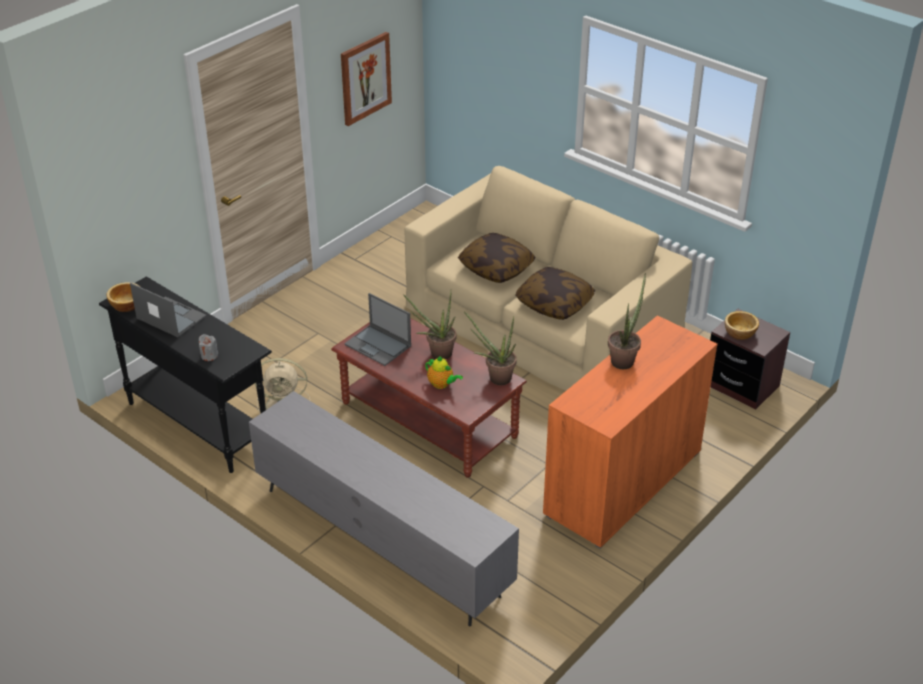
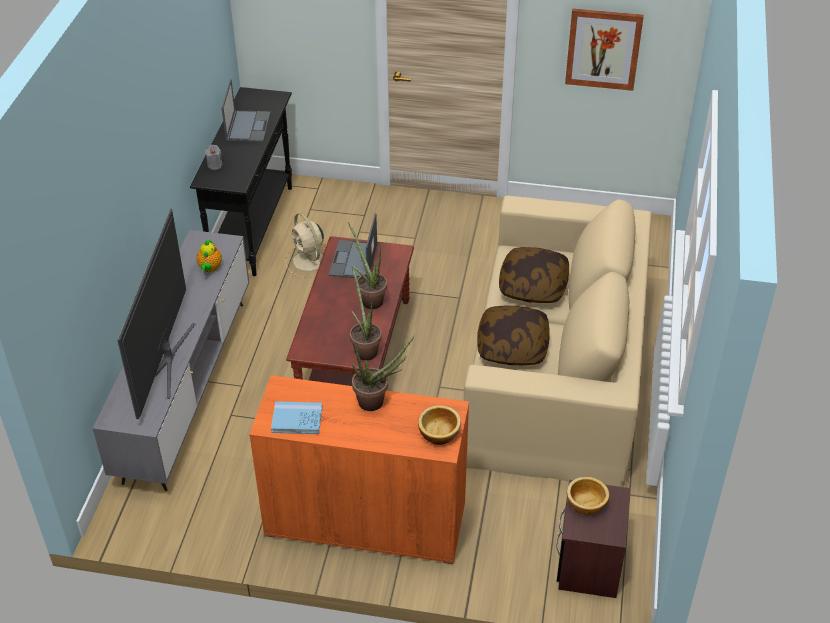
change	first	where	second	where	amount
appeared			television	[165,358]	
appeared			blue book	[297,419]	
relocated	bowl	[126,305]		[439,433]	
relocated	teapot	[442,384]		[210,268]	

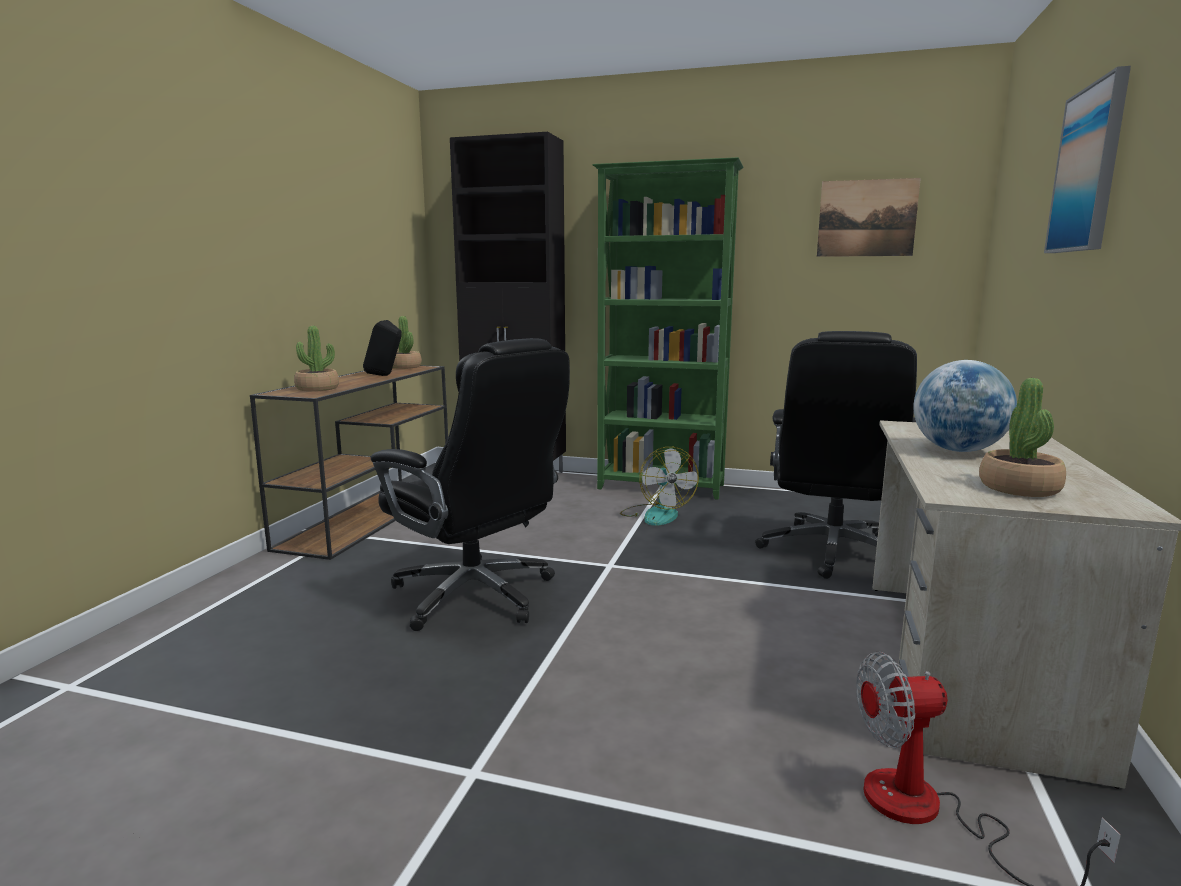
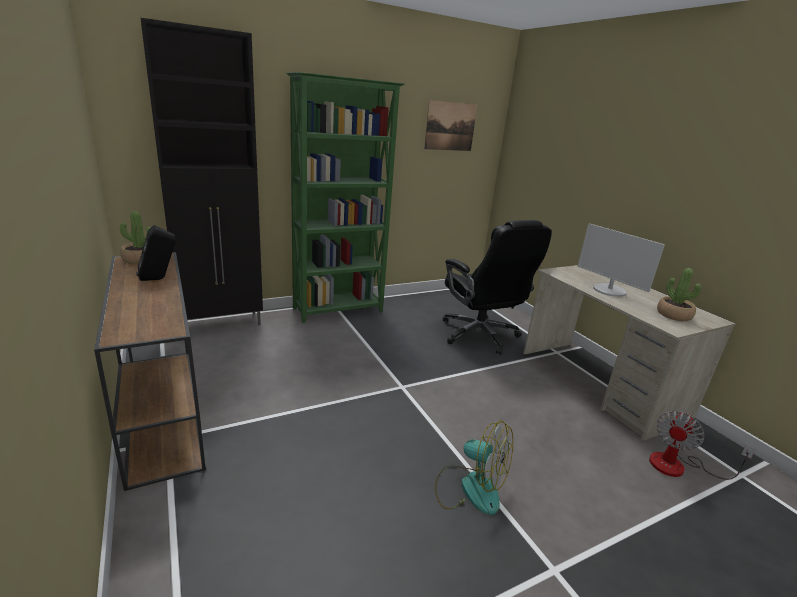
change	first	where	second	where	amount
missing	potted plant	[317,389]			
missing	black office chair	[476,595]			
missing	picture	[1088,169]			
relocated	fan	[656,514]		[470,488]	
exchanged	globe	[958,450]	monitor	[609,290]	

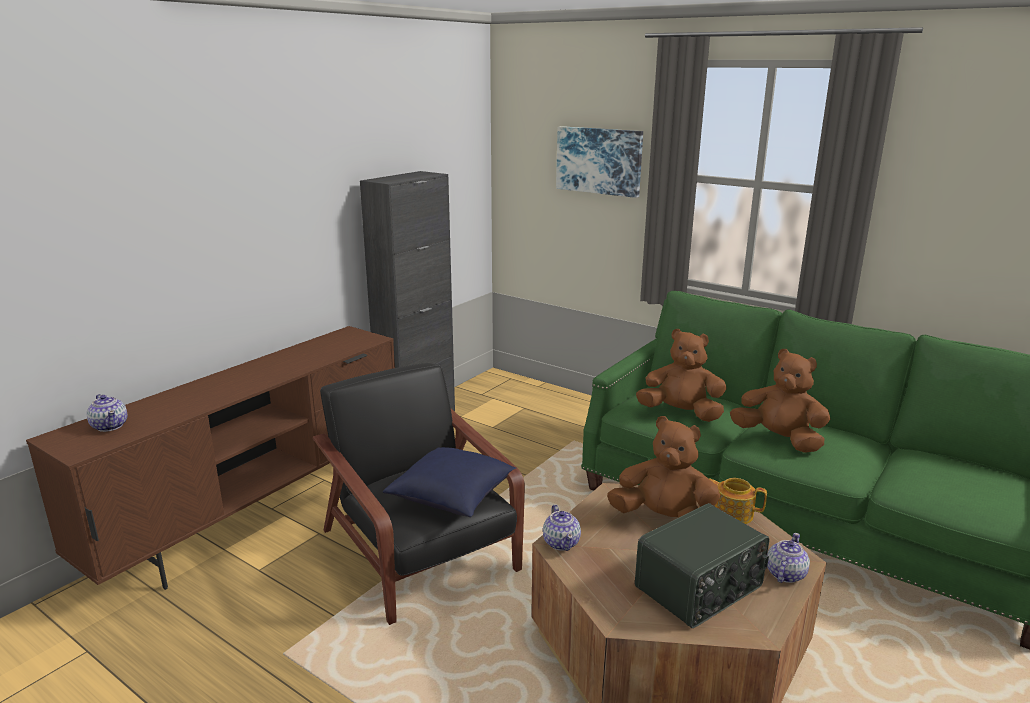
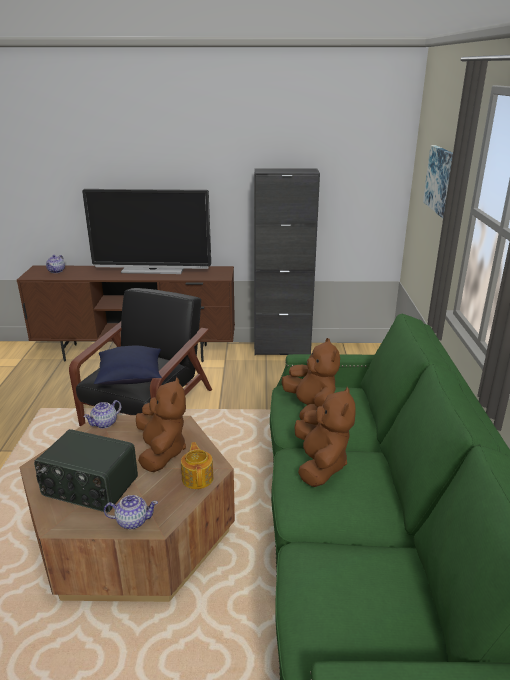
change	first	where	second	where	amount
appeared			television	[153,270]	

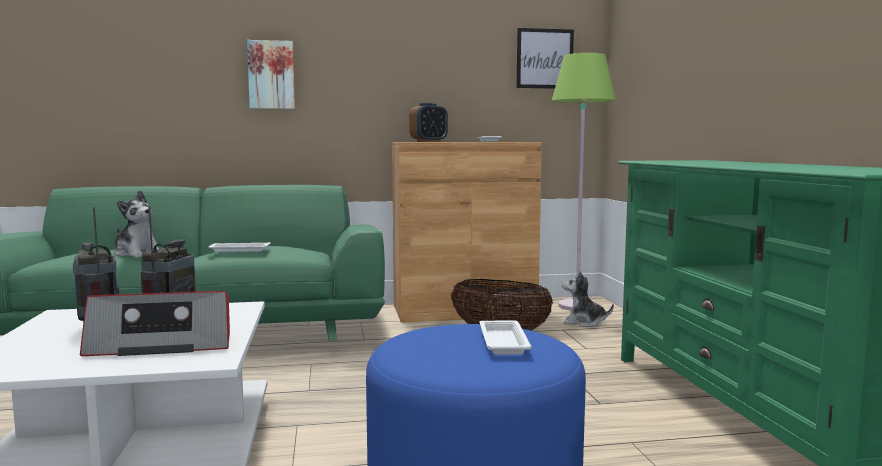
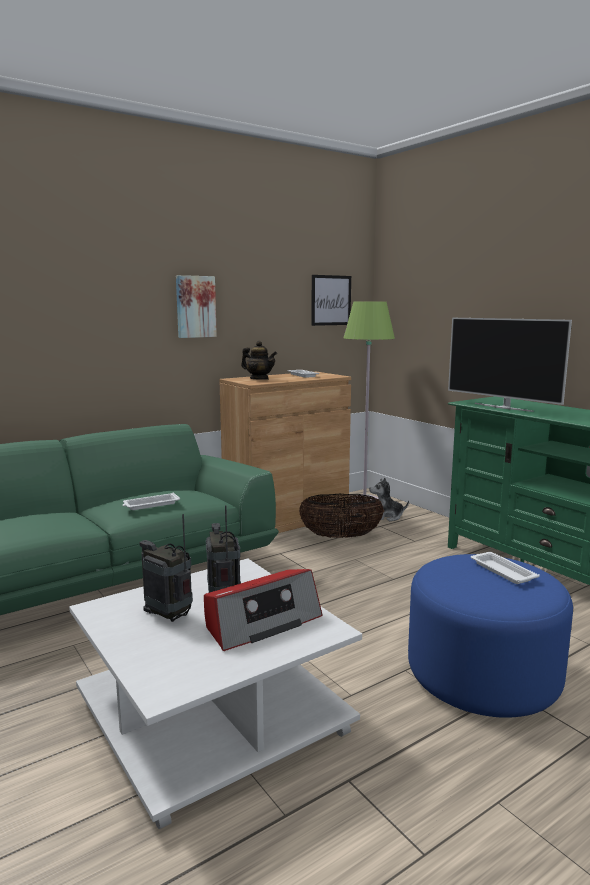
change	first	where	second	where	amount
missing	plush toy	[137,254]			
appeared			television	[503,407]	
relocated	picture	[271,75]		[195,306]	
exchanged	alarm clock	[428,141]	teapot	[259,379]	

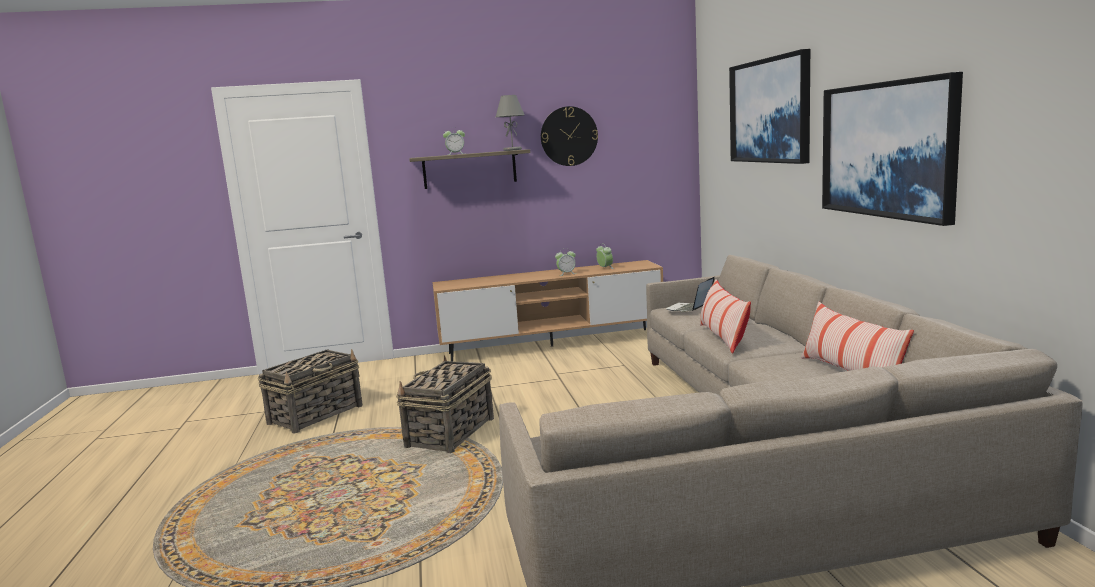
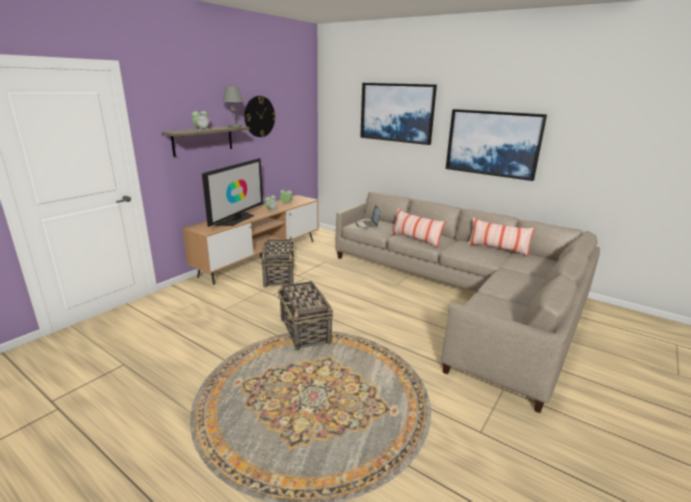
change	first	where	second	where	amount
appeared			television	[237,219]	
relocated	basket	[317,414]		[279,276]	

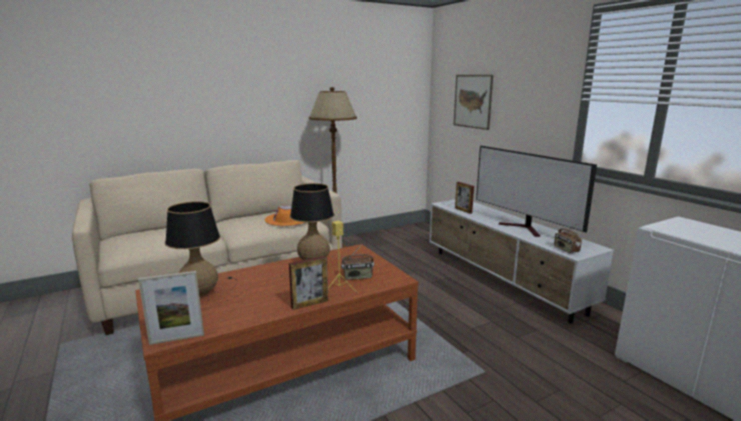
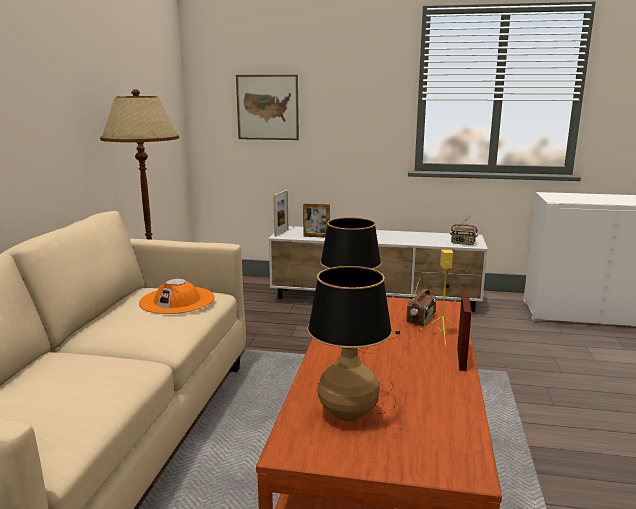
change	first	where	second	where	amount
missing	television	[524,228]			
relocated	picture frame	[177,339]		[281,233]	

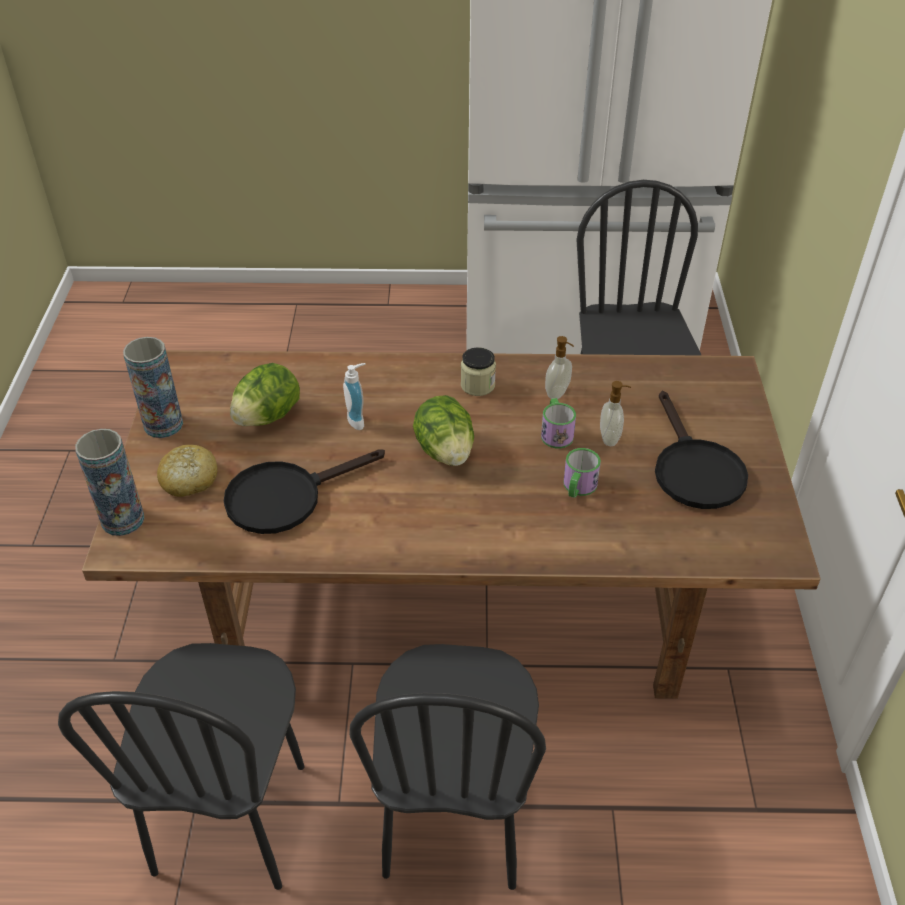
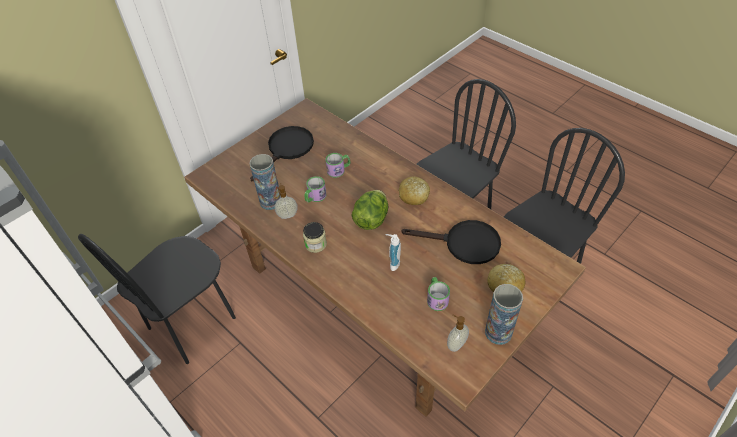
change	first	where	second	where	amount
appeared			bread	[414,195]	
relocated	vase	[123,520]		[270,201]	
relocated	soap dispenser	[610,438]		[456,344]	
exchanged	lettuce	[267,416]	mug	[436,298]	

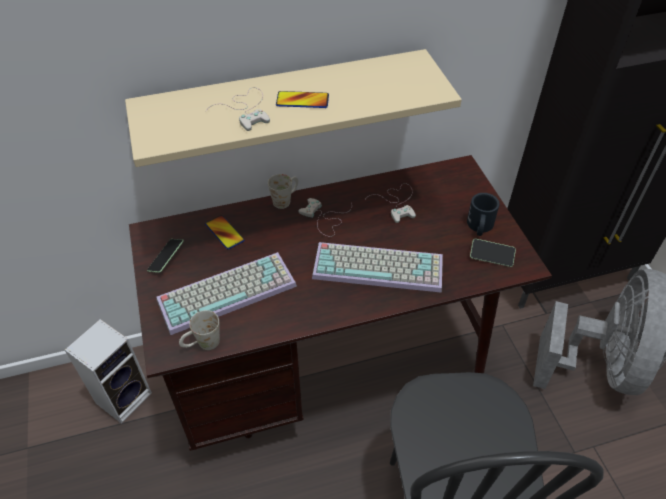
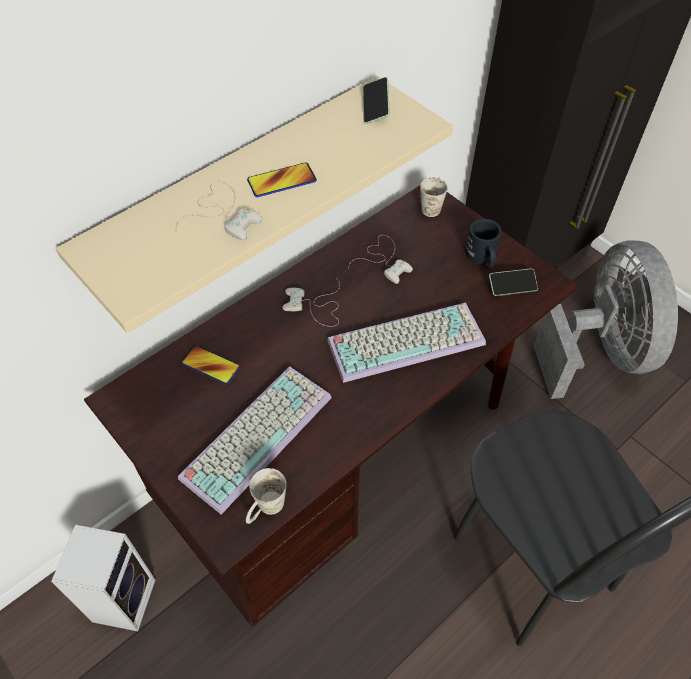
change	first	where	second	where	amount
relocated	phone	[166,259]		[375,107]	
relocated	white mug	[285,199]		[432,206]	

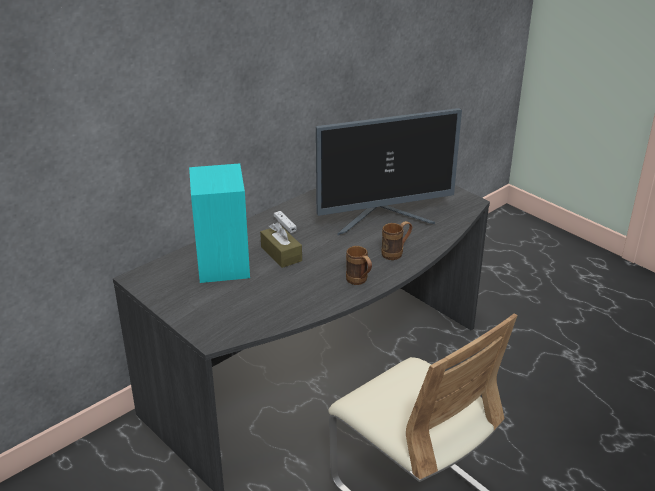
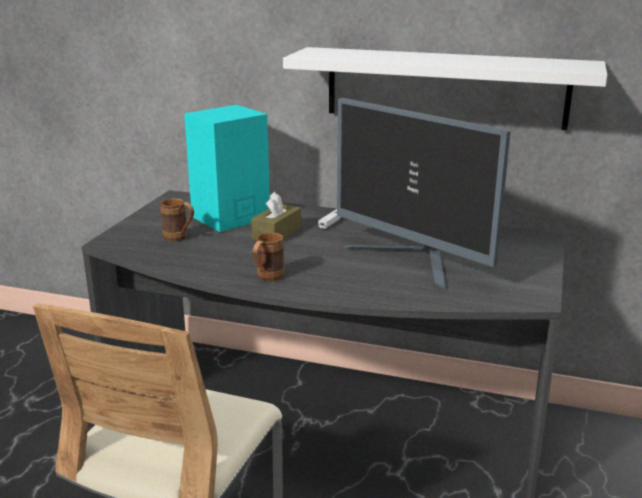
change	first	where	second	where	amount
appeared			white shelf	[445,87]	
relocated	brown mug	[396,253]		[180,238]	

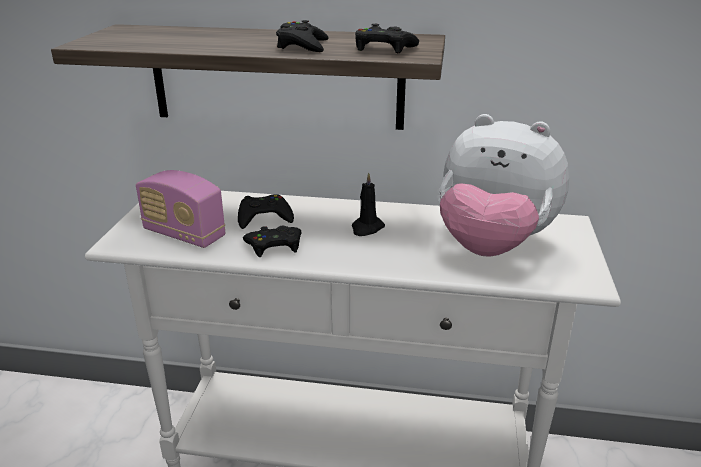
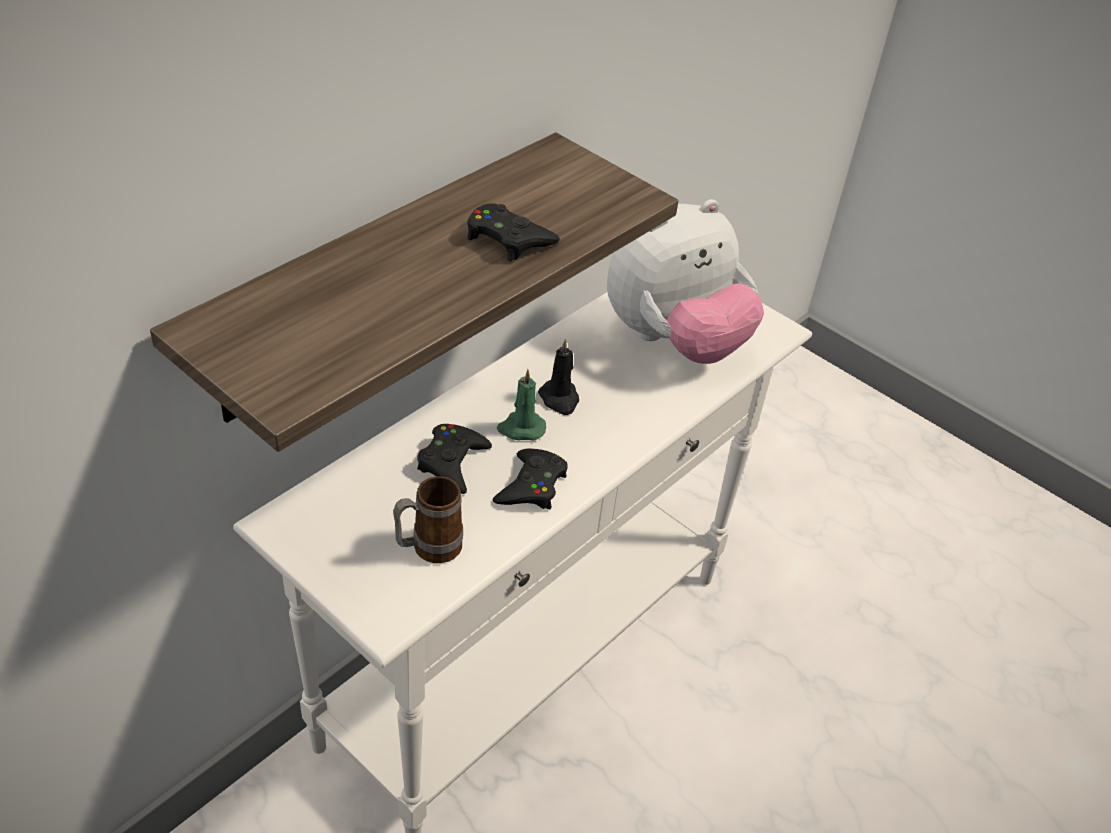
change	first	where	second	where	amount
missing	black game controller	[383,48]			
appeared			green candle	[521,428]	
exchanged	radio	[184,234]	mug	[428,549]	

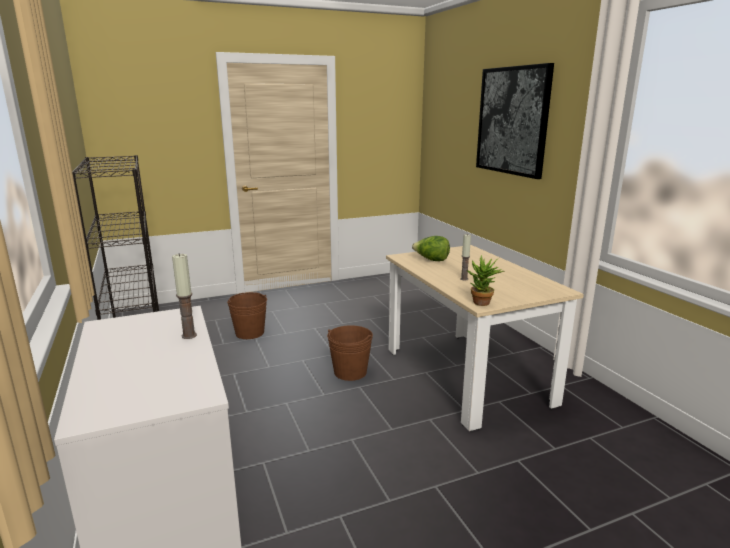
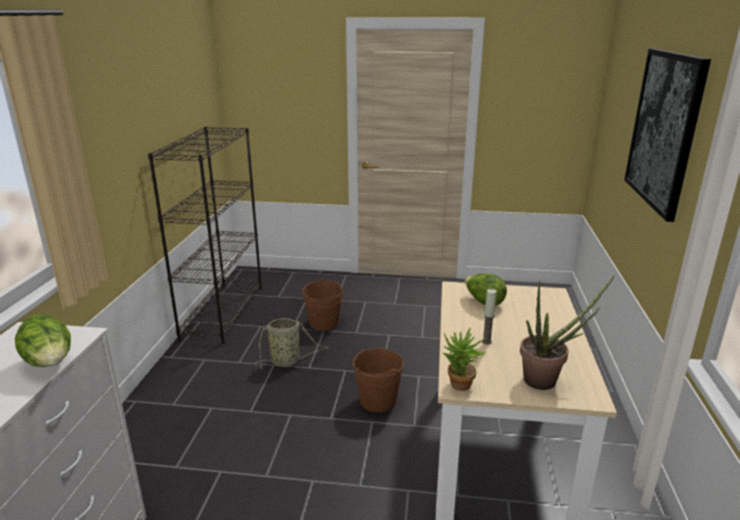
change	first	where	second	where	amount
appeared			basket	[287,361]	
appeared			potted plant	[547,380]	
exchanged	candle	[189,335]	lettuce	[51,363]	

